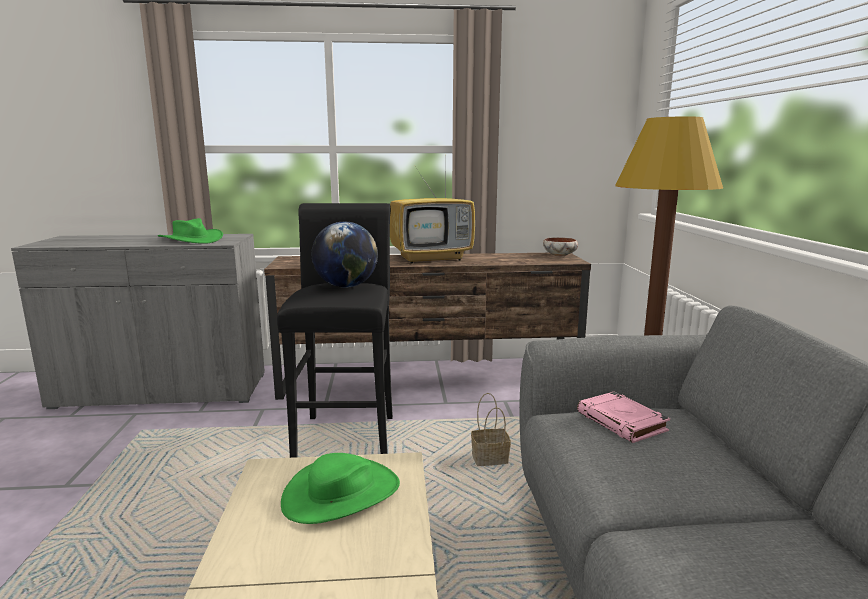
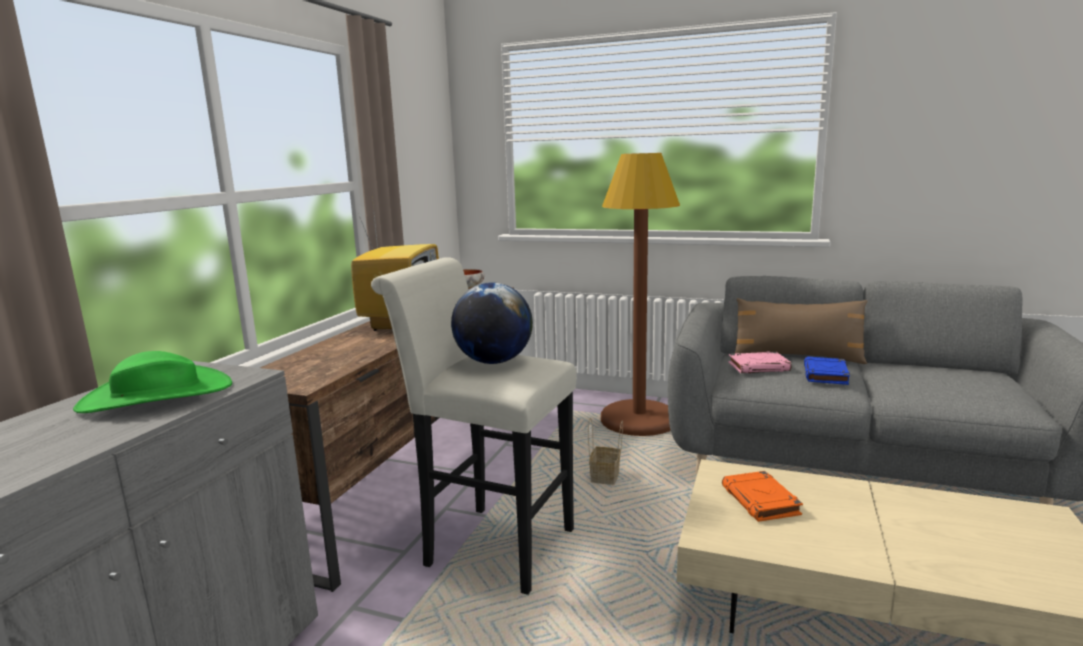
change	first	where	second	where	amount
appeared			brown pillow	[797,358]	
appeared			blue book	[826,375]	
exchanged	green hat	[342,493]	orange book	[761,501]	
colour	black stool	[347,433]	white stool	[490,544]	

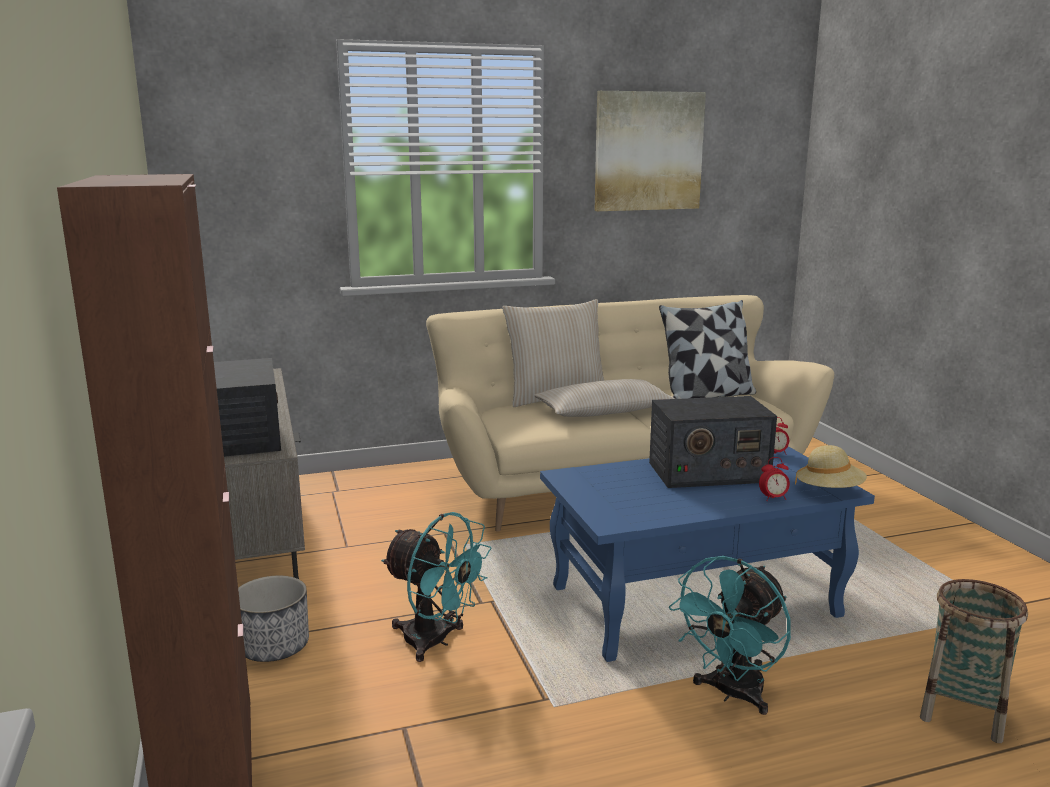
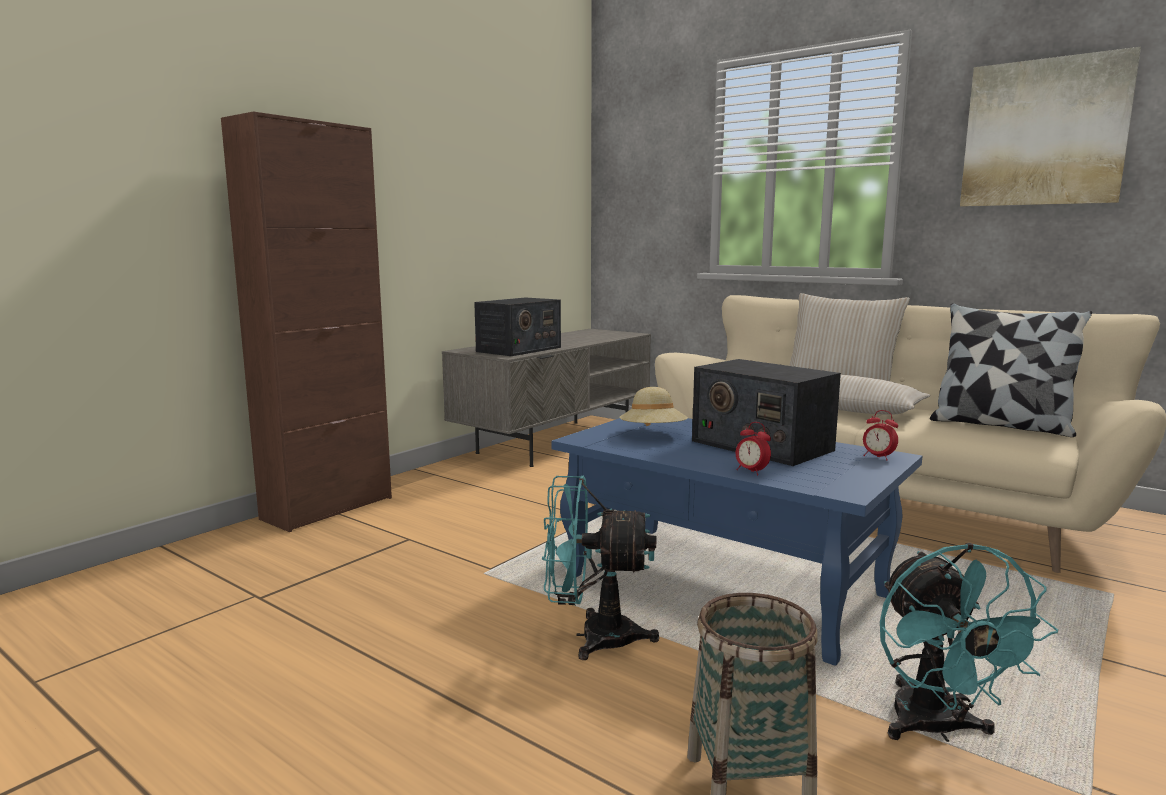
change	first	where	second	where	amount
missing	planter	[274,647]			
relocated	turquoise fan	[436,641]		[936,729]	
relocated	beige hat	[829,491]		[653,434]	

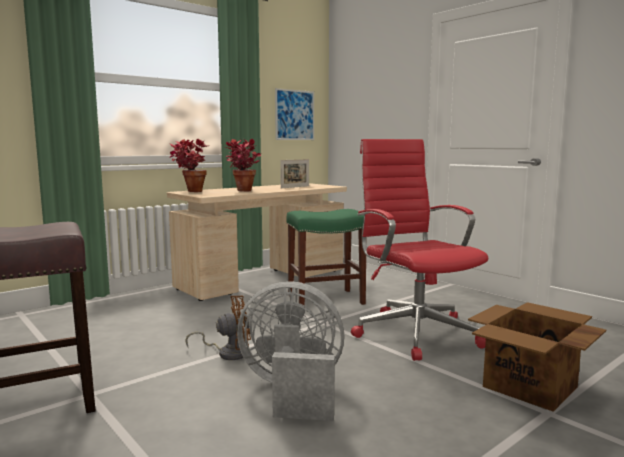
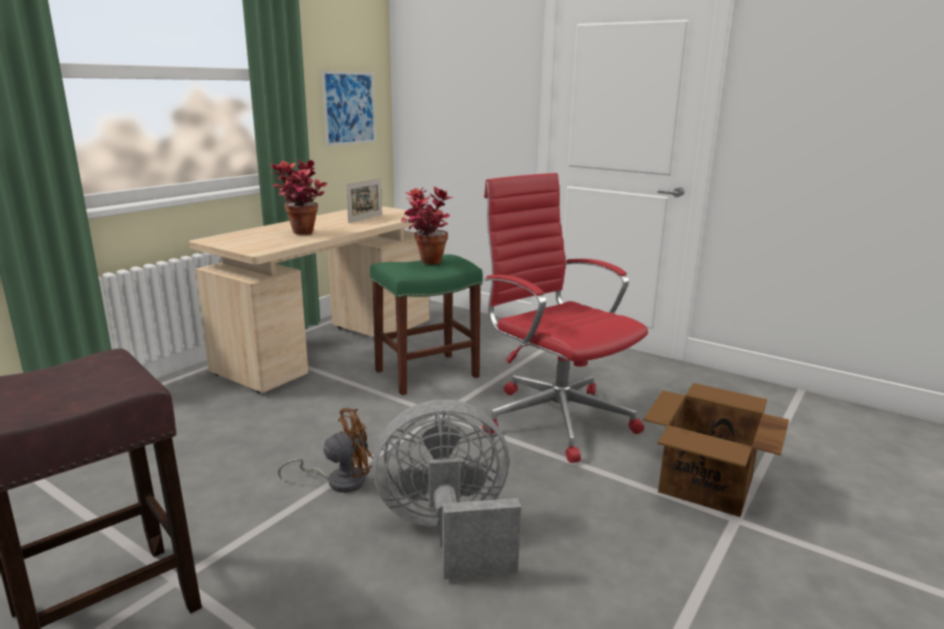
change	first	where	second	where	amount
relocated	potted plant	[189,192]		[426,264]	

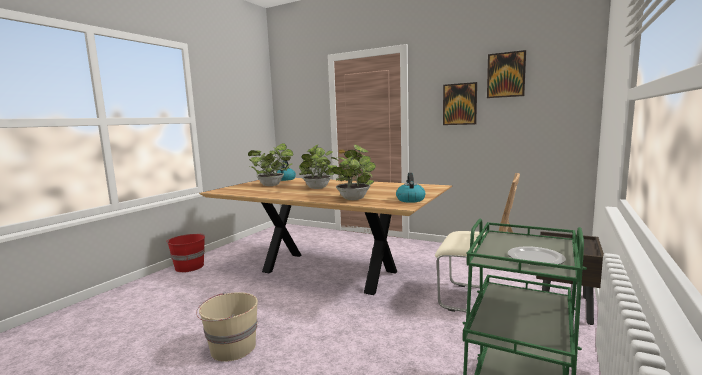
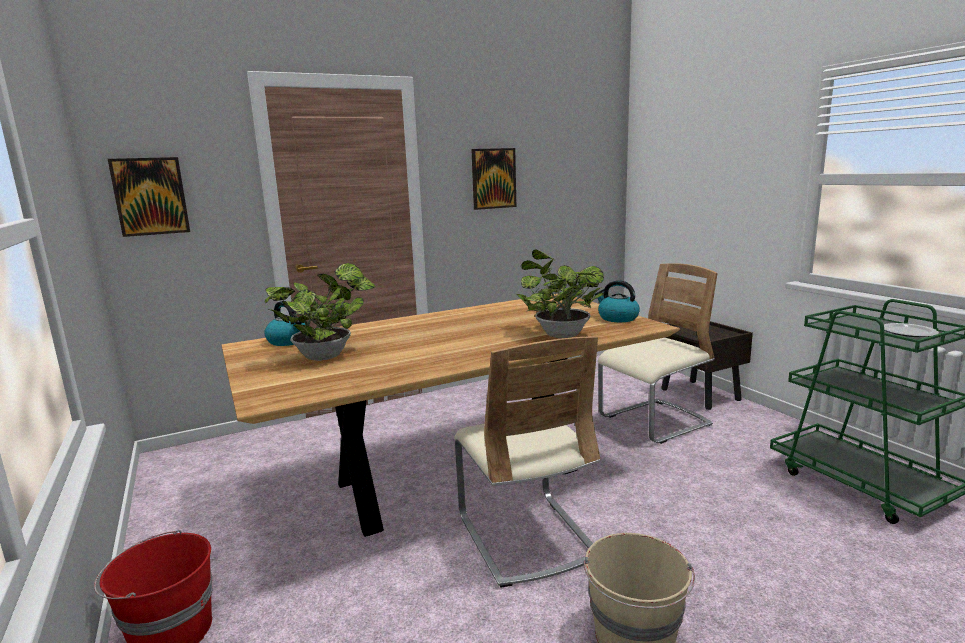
change	first	where	second	where	amount
missing	potted plant	[317,188]			
appeared			beige chair	[525,536]	
relocated	picture	[506,75]		[150,196]	

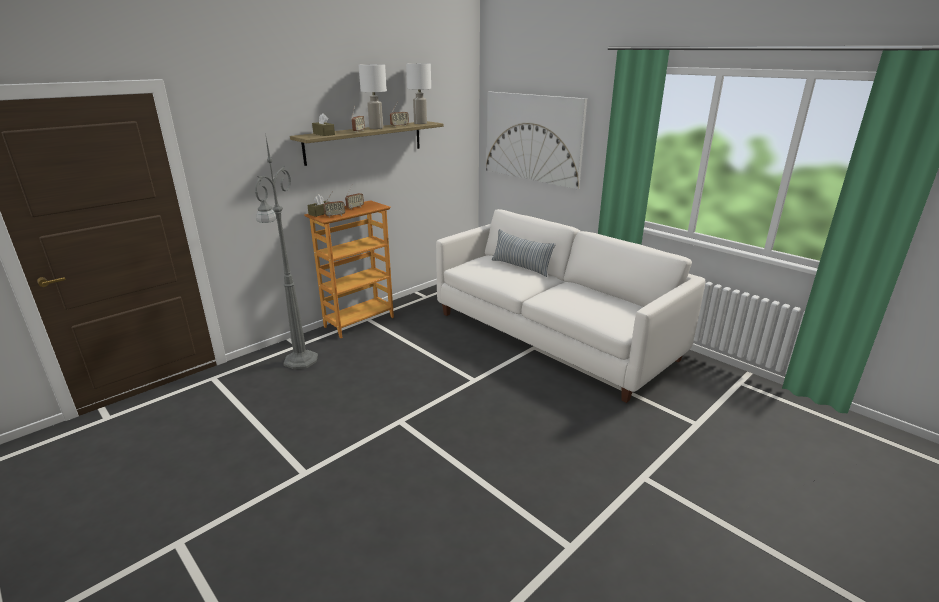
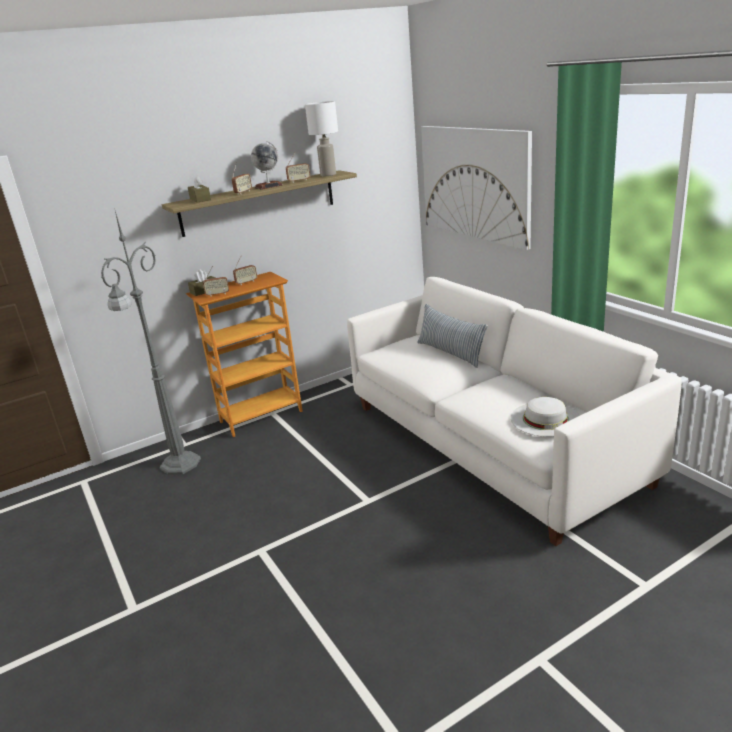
change	first	where	second	where	amount
appeared			white hat	[545,419]	
exchanged	white table lamp	[376,128]	globe	[268,186]	

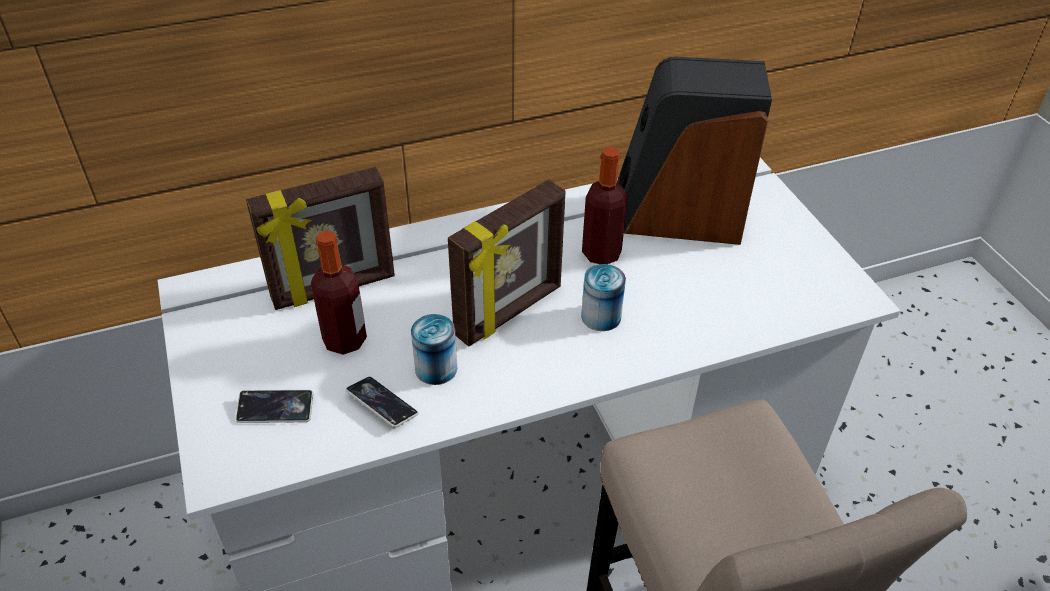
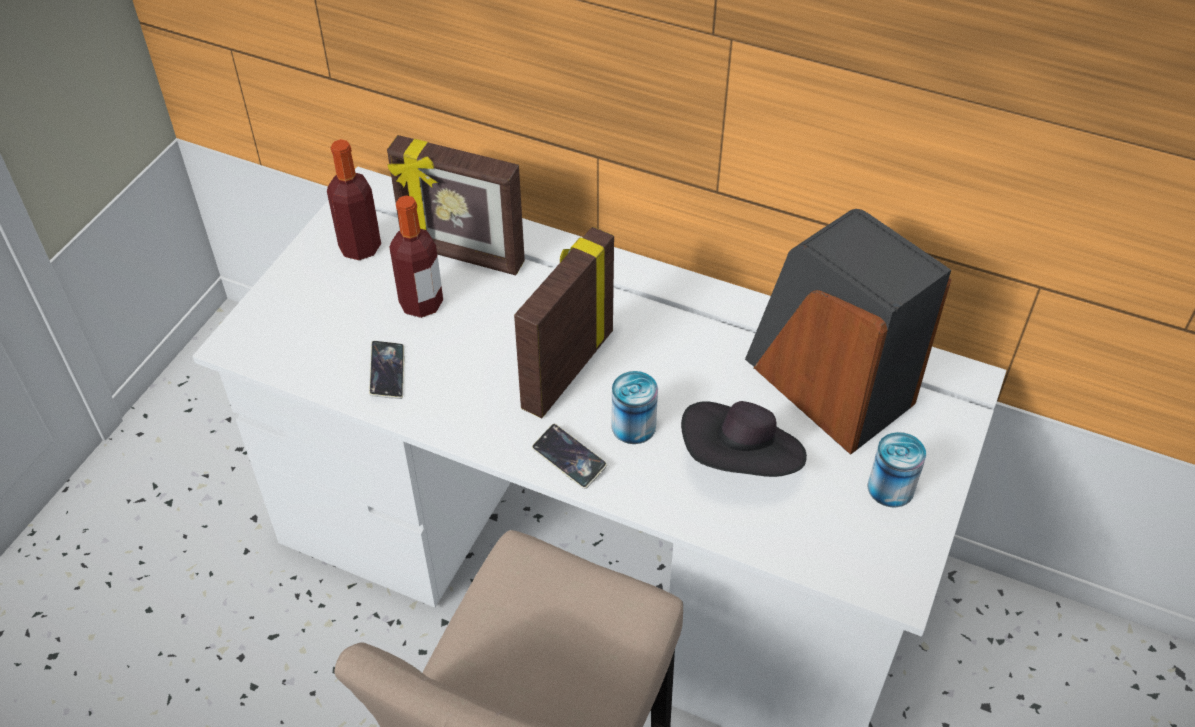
change	first	where	second	where	amount
appeared			black hat	[741,460]	
relocated	phone	[275,409]		[569,459]	
relocated	can	[436,368]		[890,488]	
relocated	bottle	[601,253]		[360,247]	
spun	picture frame	[510,312]		[566,369]	120 degrees clockwise

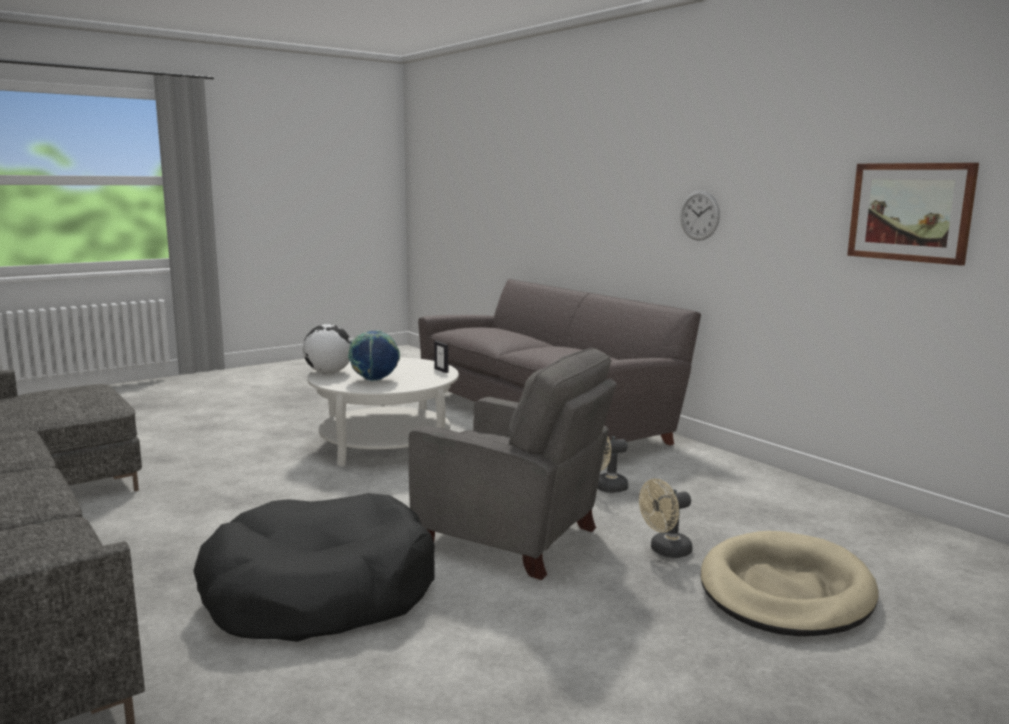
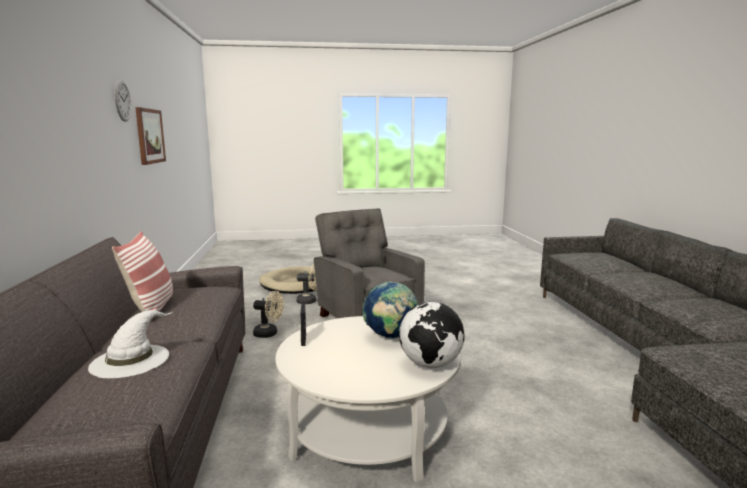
change	first	where	second	where	amount
missing	black dog bed	[319,593]			
appeared			white hat	[131,360]	
appeared			pillow	[152,307]	
relocated	wall clock	[699,215]		[122,101]	

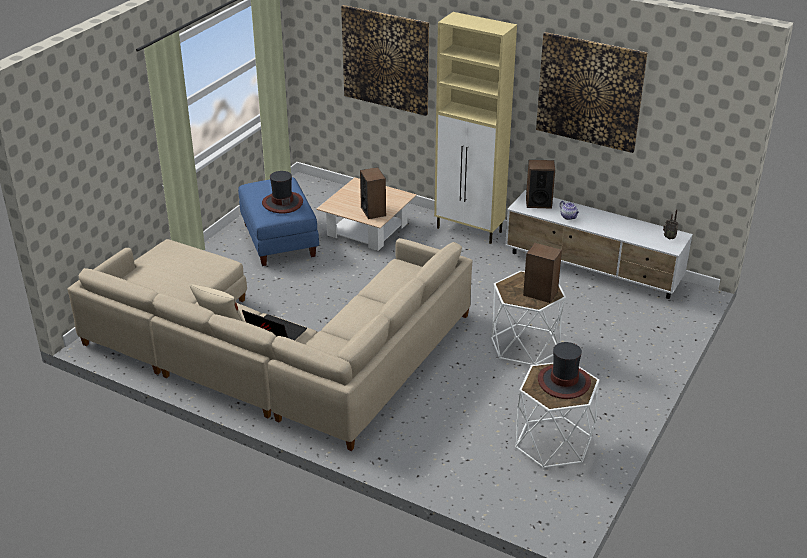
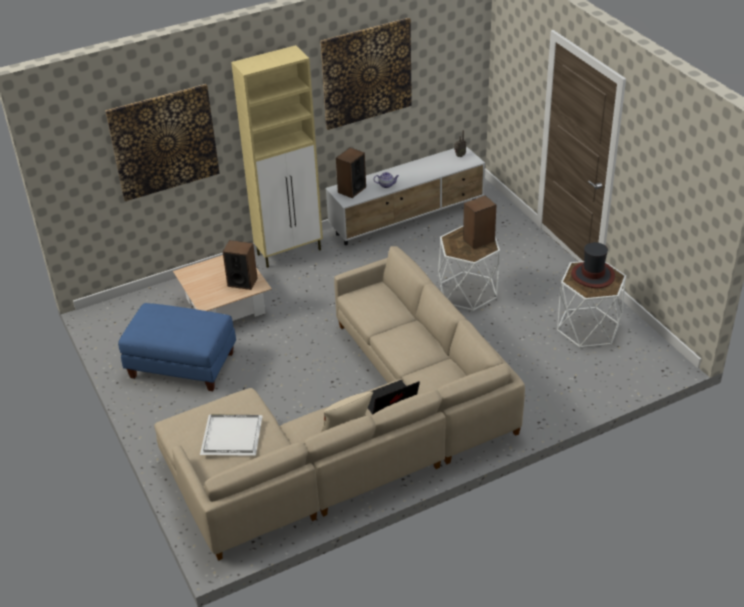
change	first	where	second	where	amount
missing	hat	[282,203]			
appeared			white tray	[230,437]	

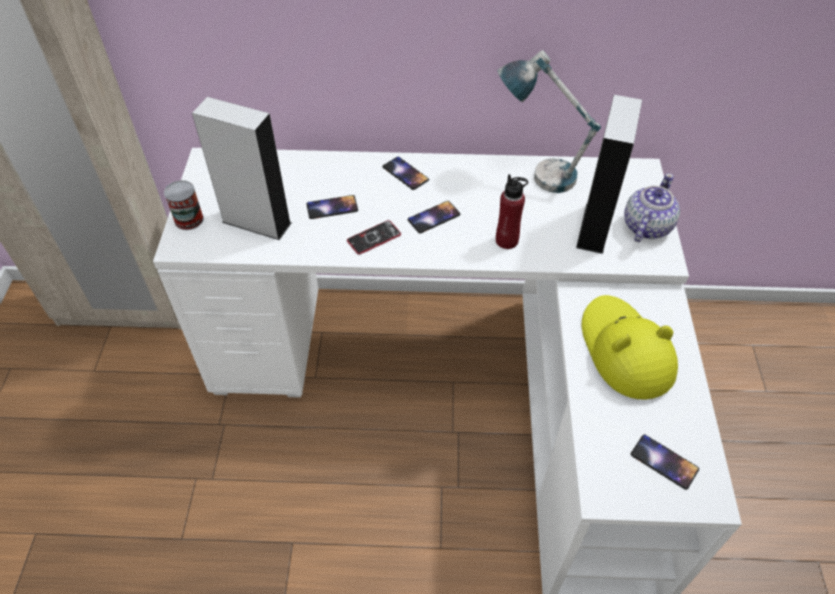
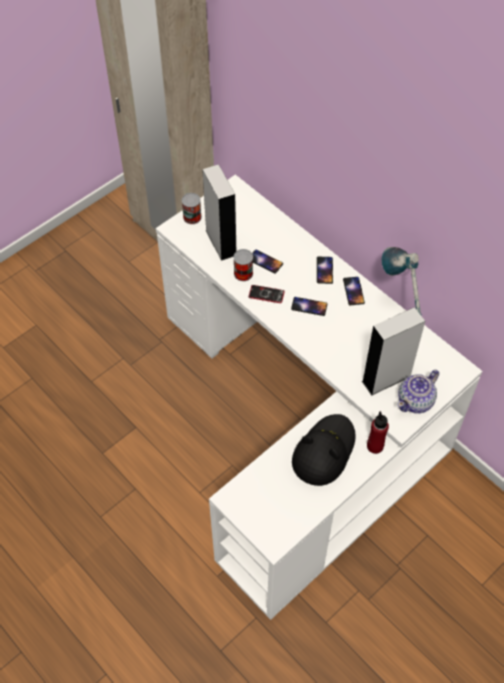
change	first	where	second	where	amount
appeared			can	[243,273]	
relocated	red bottle	[507,240]		[375,446]	
relocated	phone	[664,461]		[353,291]	
colour	yellow hat	[625,351]	black hat	[323,451]	
spun	teapot	[646,227]		[416,401]	150 degrees clockwise

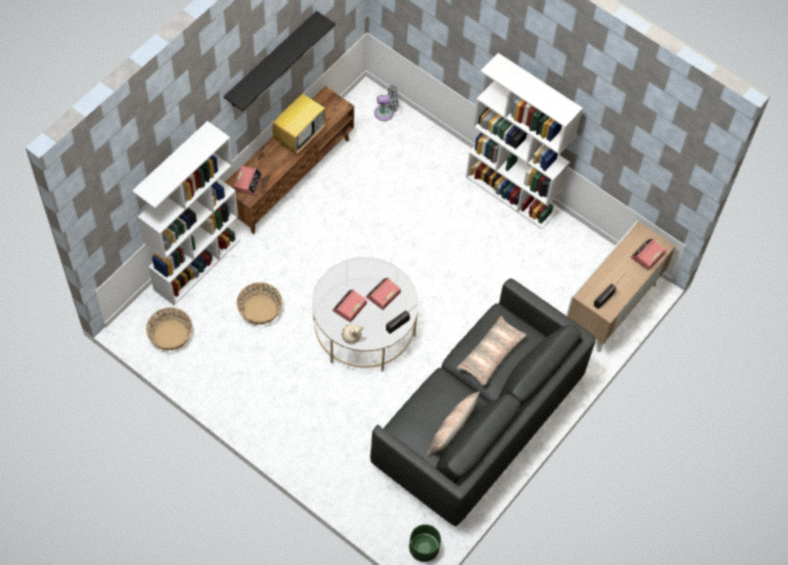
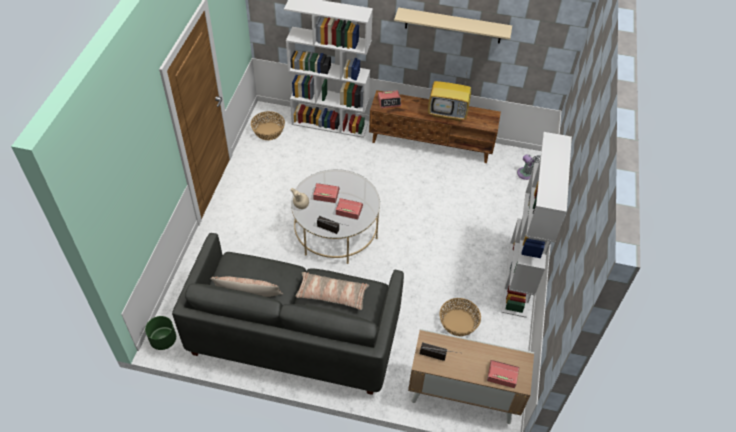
change	first	where	second	where	amount
relocated	basket	[259,309]		[458,322]	
colour	black shelf	[271,61]	beige shelf	[453,25]	

